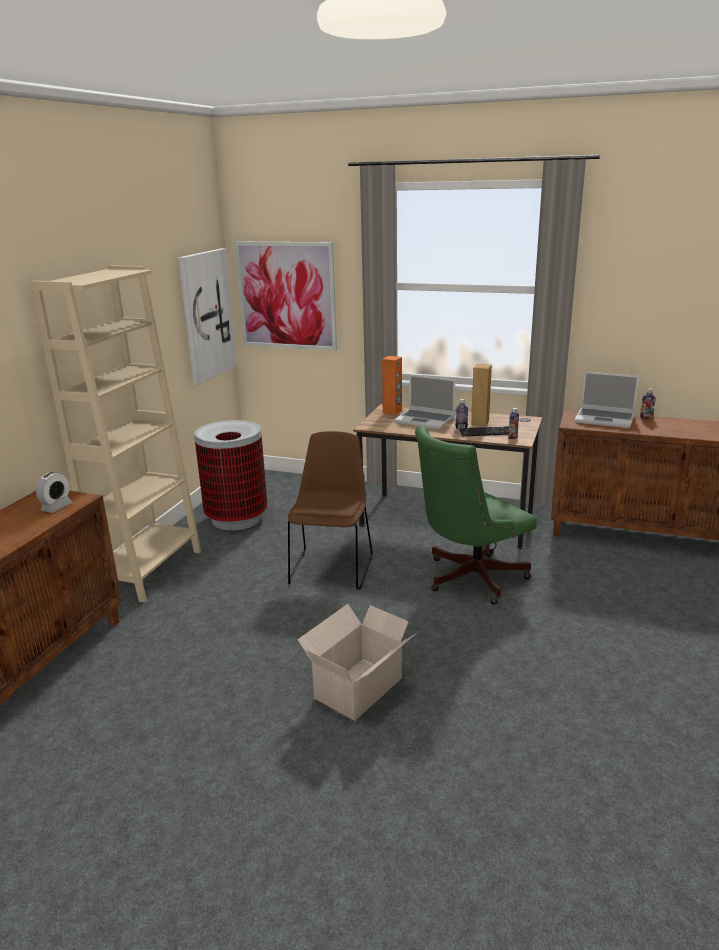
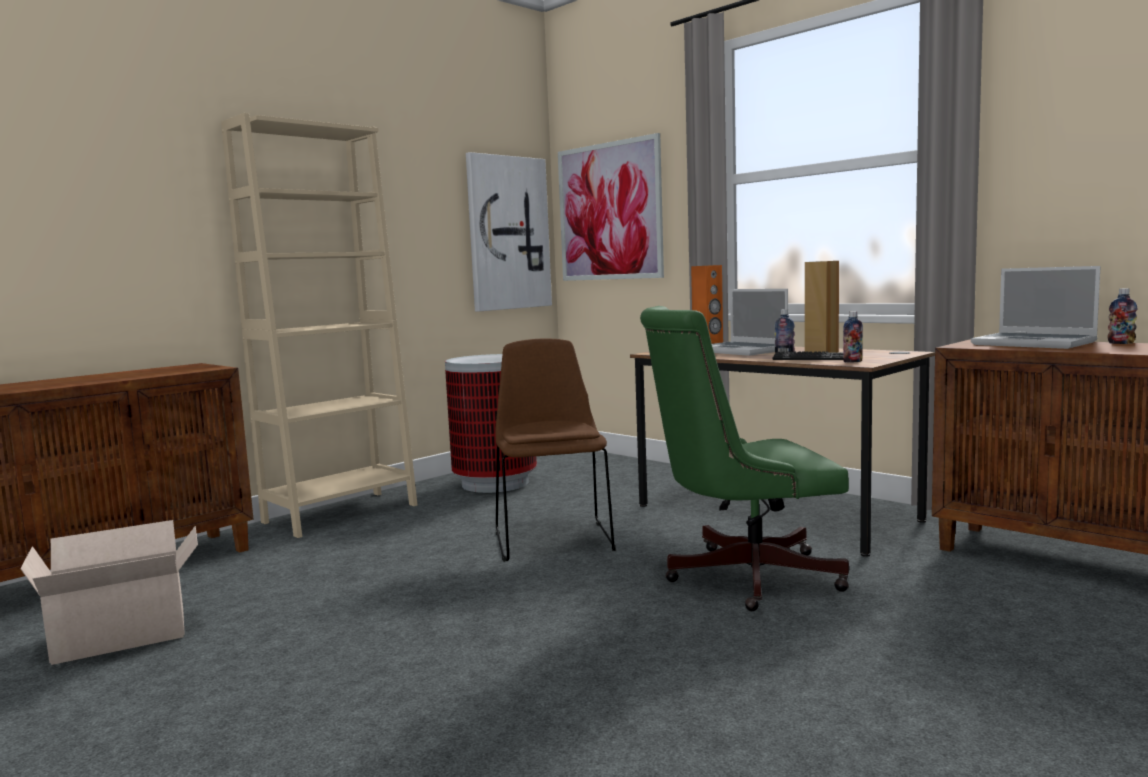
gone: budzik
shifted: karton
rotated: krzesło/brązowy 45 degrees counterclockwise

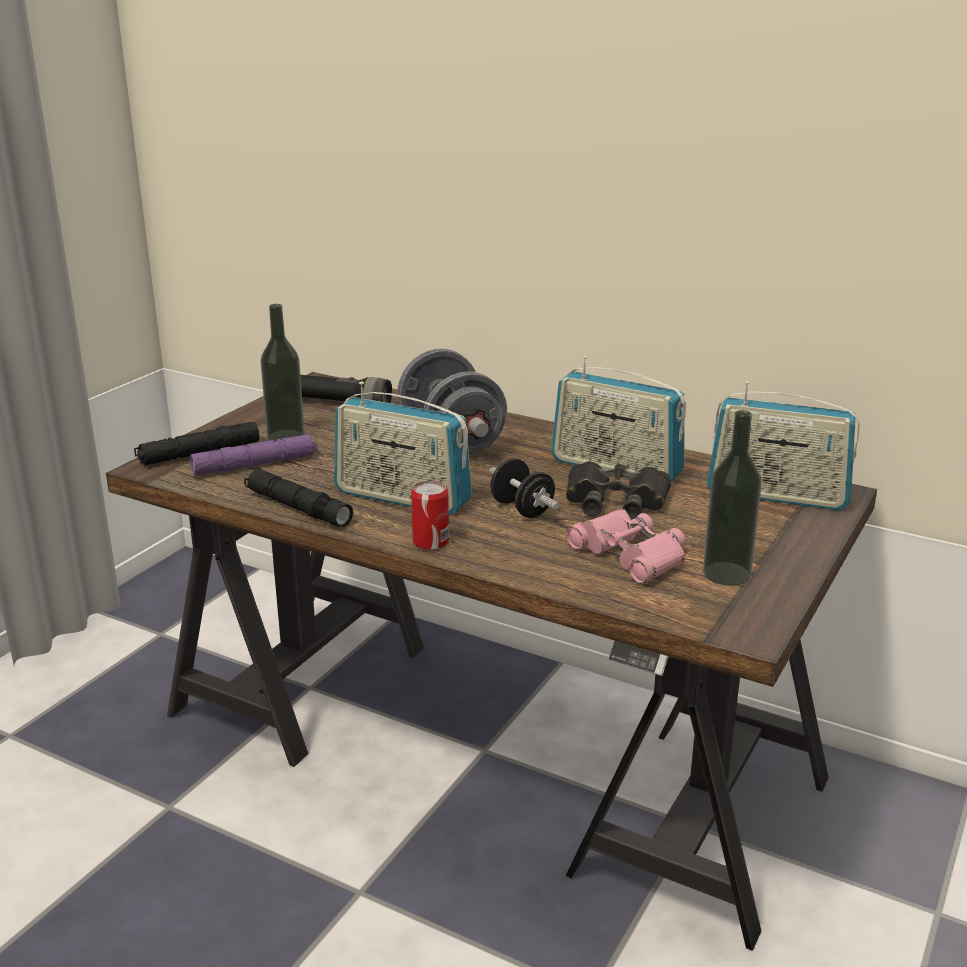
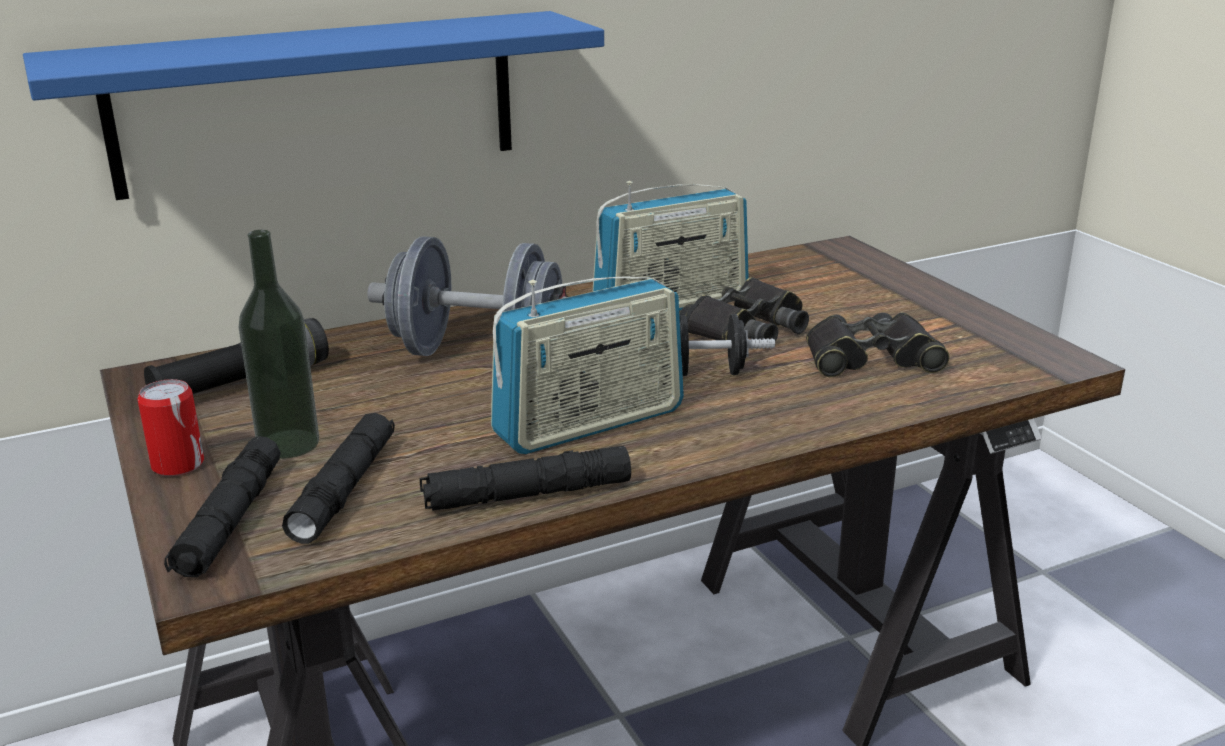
gone: butelka (no. 2 from left); radio (no. 3 from left)
new: półka/niebieski
shifted: puszka
repainted: latarka/fioletowy to latarka/czarny (no. 3 from left); lornetka/różowy to lornetka/czarny (no. 2 from left)

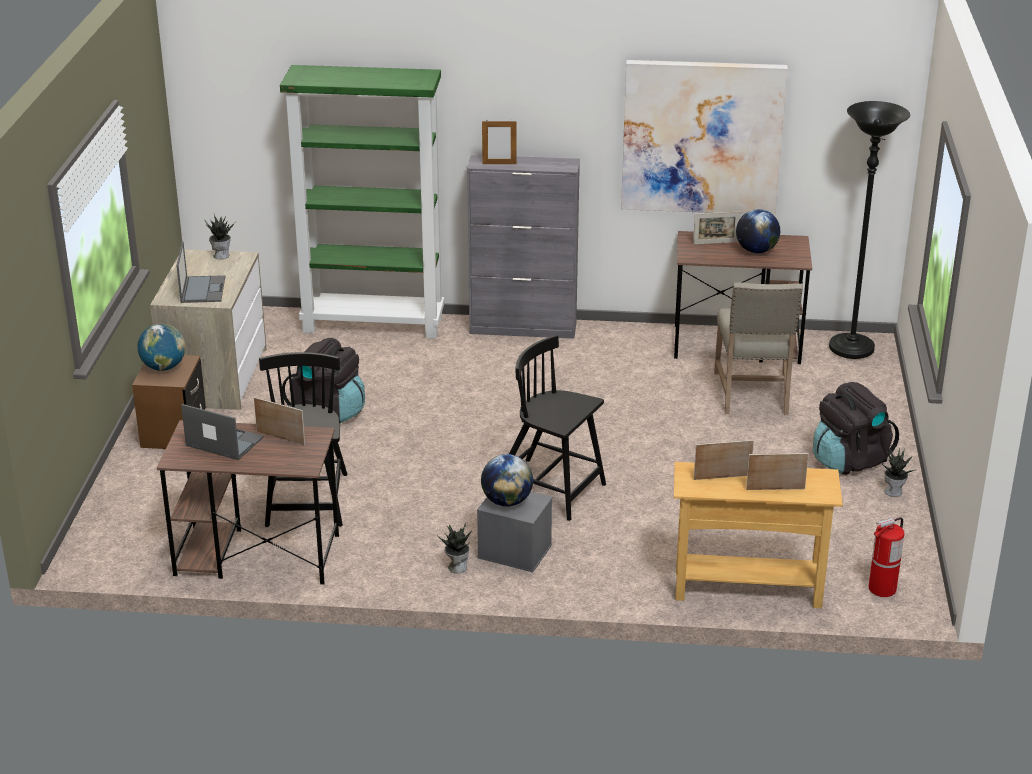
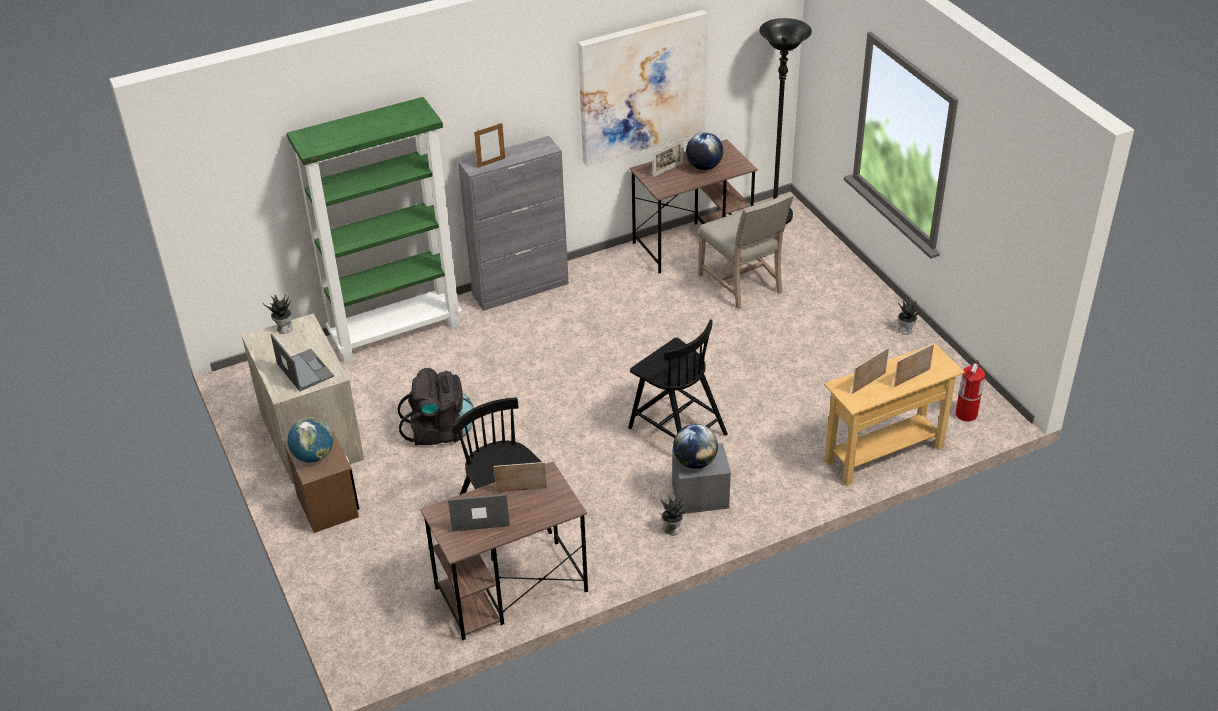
gone: plecak/czarny (no. 2 from left)
rotated: krzesło/czarny (no. 2 from left) 135 degrees counterclockwise

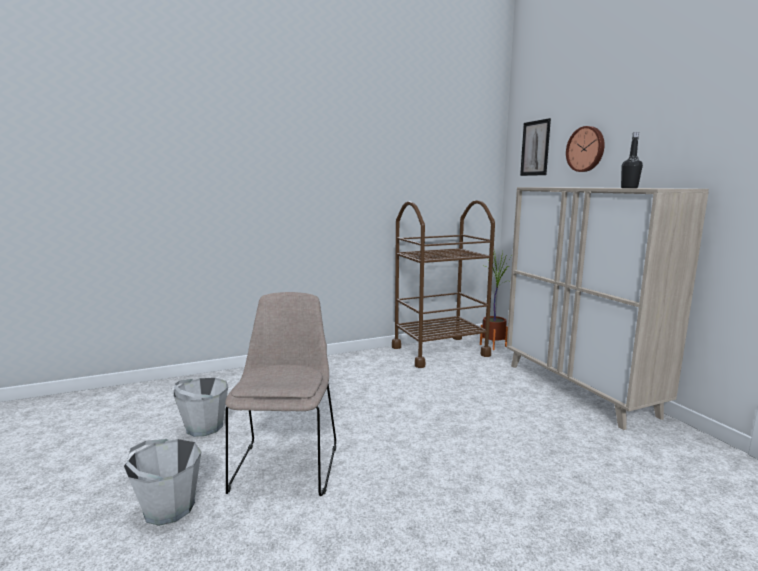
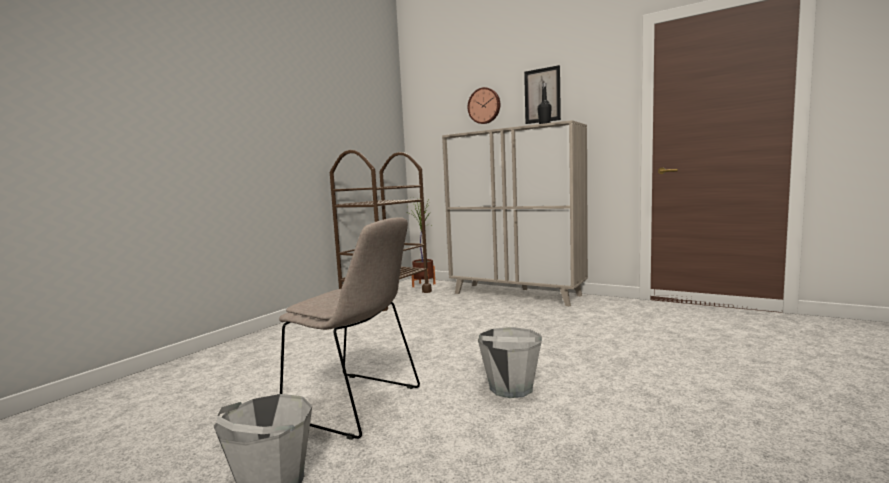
shifted: wiadro/szary (no. 2 from left); obraz
rotated: krzesło/beżowy 150 degrees clockwise

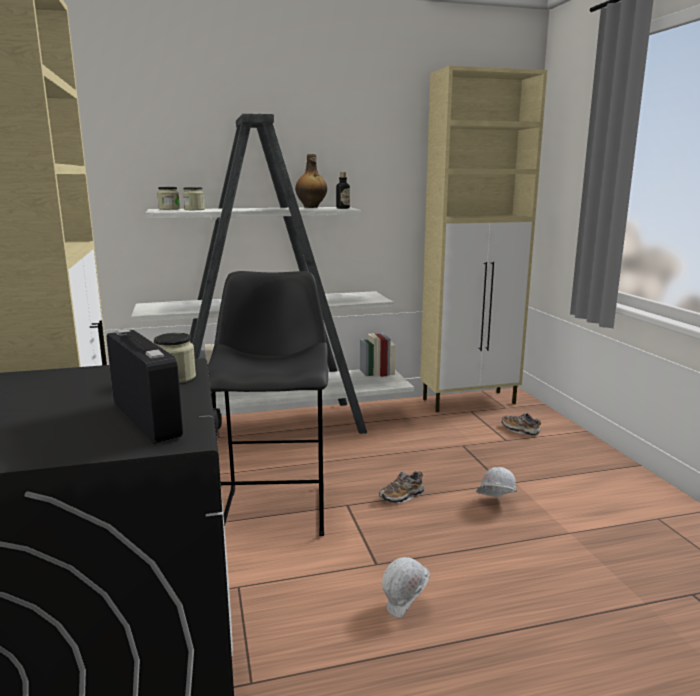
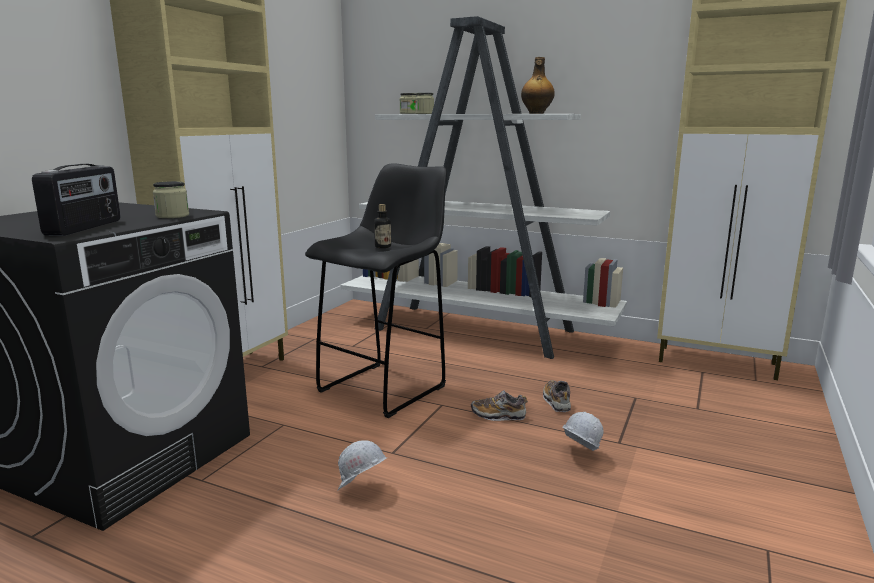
shifted: butelka (no. 2 from left in the first image) to butelka (no. 1 from left); but (no. 2 from left)

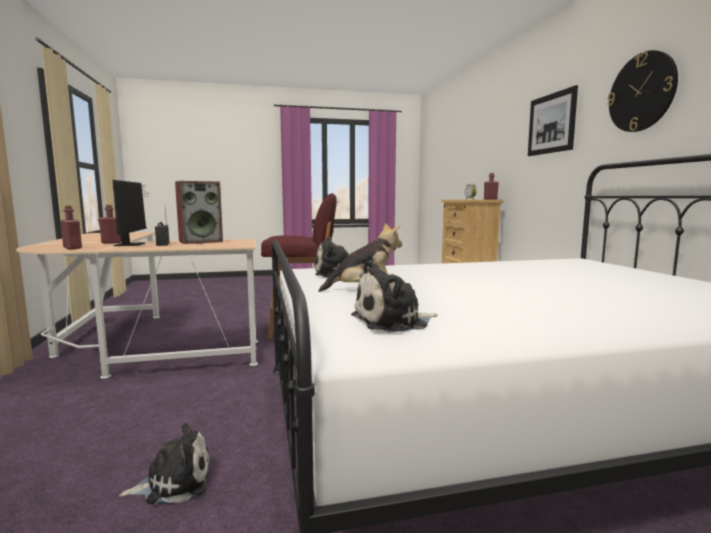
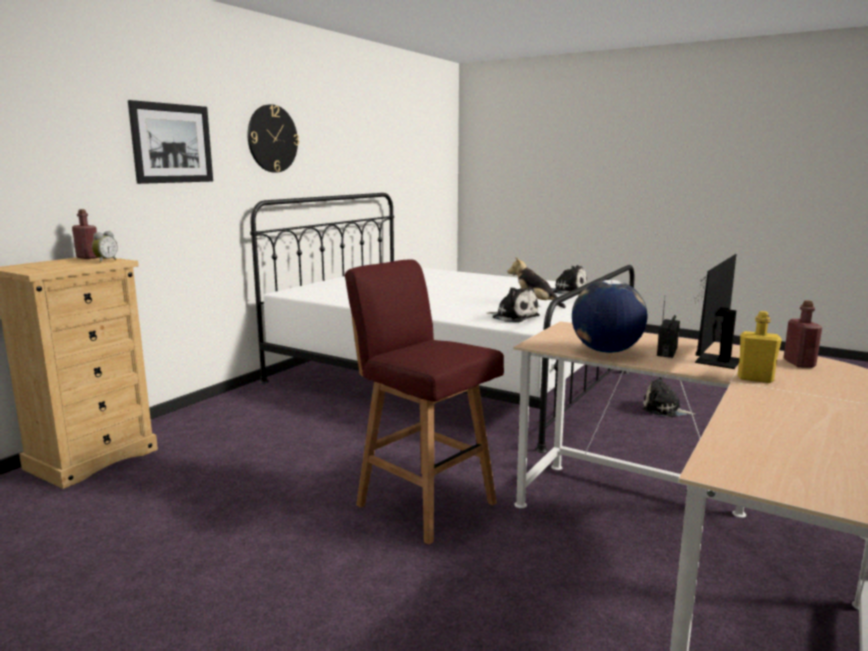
swapped: głośnik to globus
repainted: butelka/czerwony (no. 2 from left) to butelka/żółty

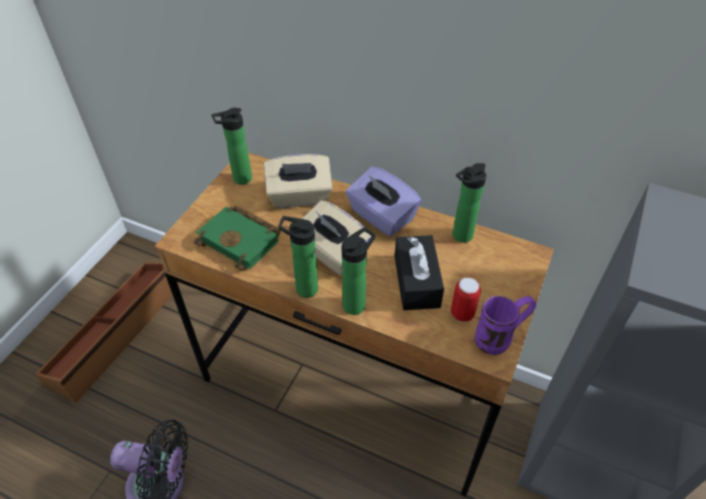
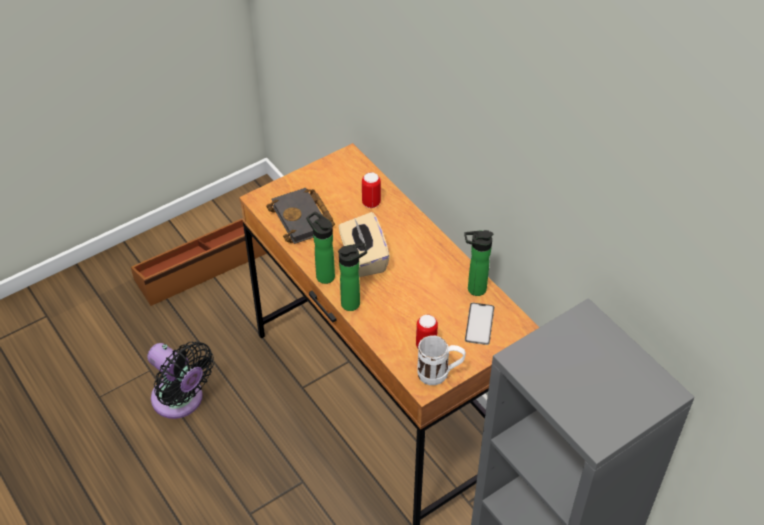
gone: butelka (no. 1 from left); pudełko chusteczek/fioletowy; pudełko chusteczek/czarny
new: telefon
swapped: pudełko chusteczek/beżowy (no. 1 from left) to puszka (no. 1 from left)
repainted: książka/zielony to książka/czarny; kubek/fioletowy to kubek/biały

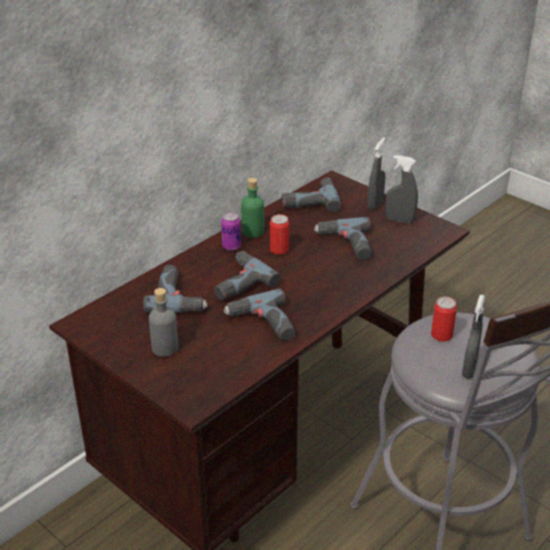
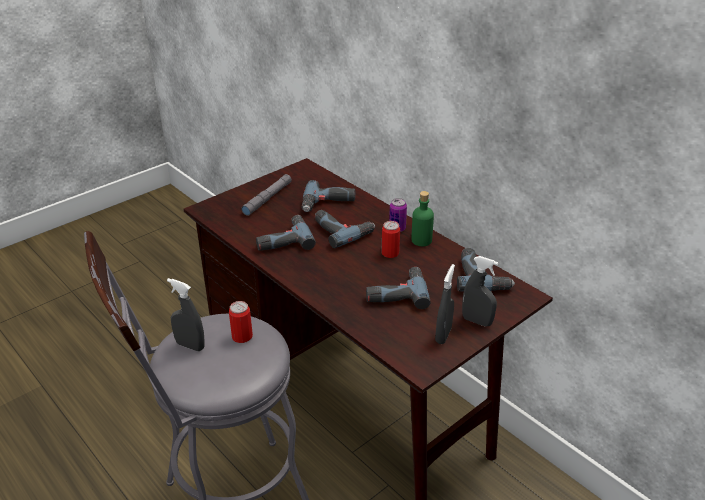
swapped: butelka/szary to latarka/szary

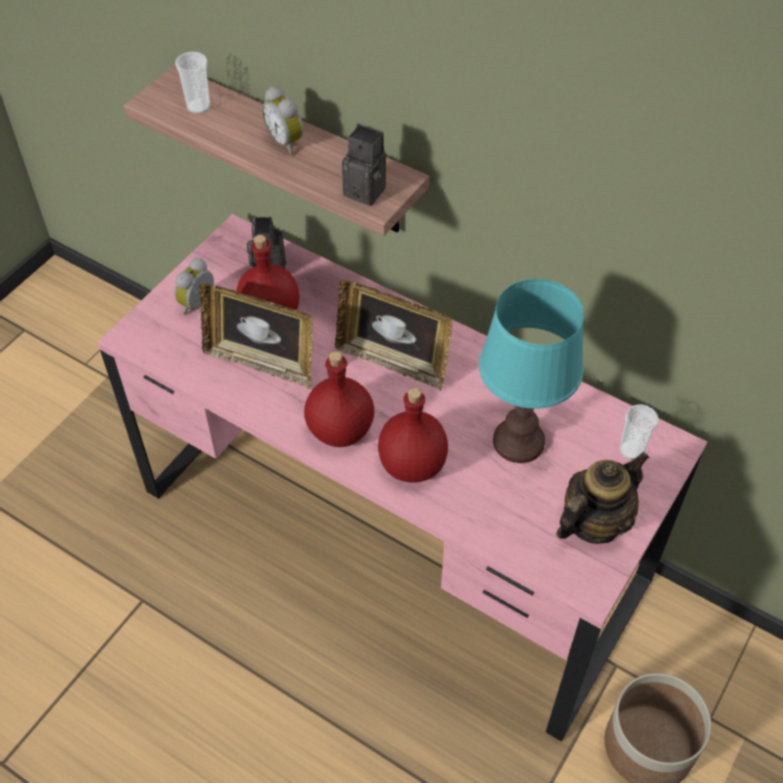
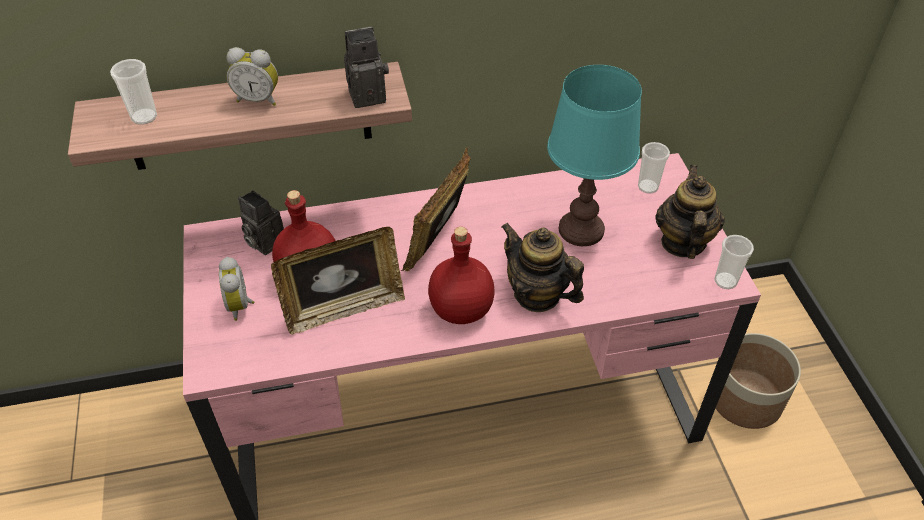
new: filiżanka (no. 3 from left)
swapped: butelka/czerwony (no. 3 from left) to imbryk (no. 1 from left)
rotated: ramka na zdjęcie (no. 2 from left) 135 degrees clockwise

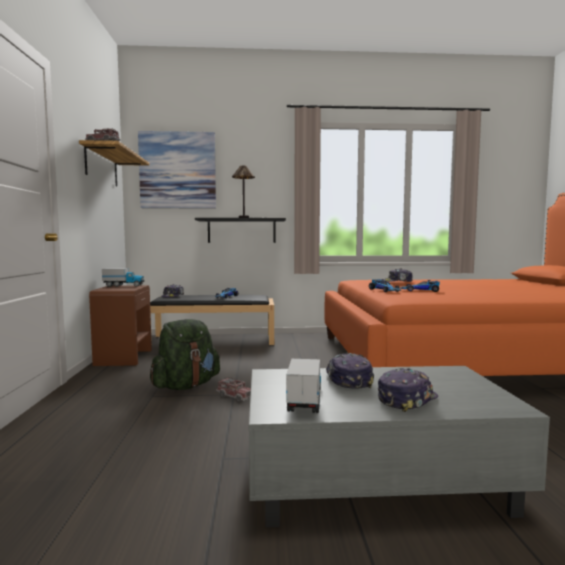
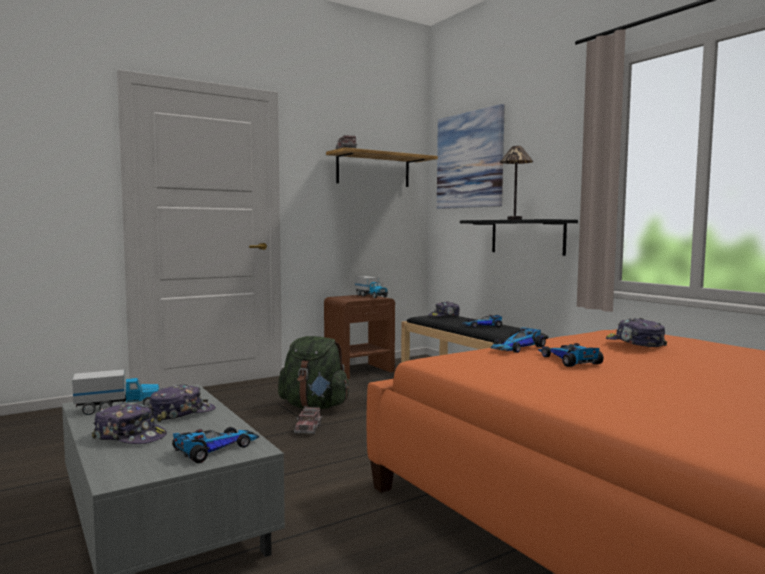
new: samochodzik (no. 1 from left)

